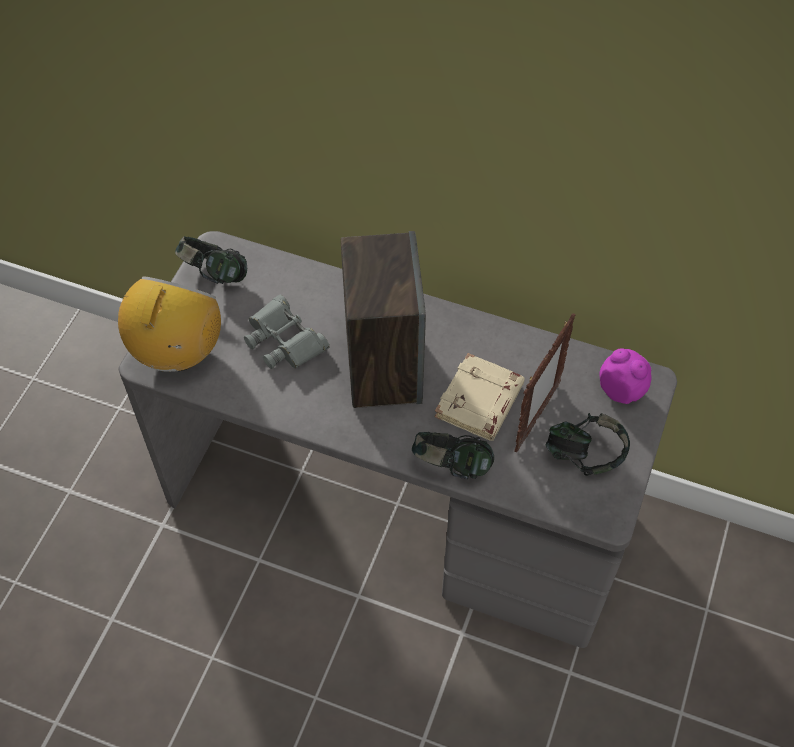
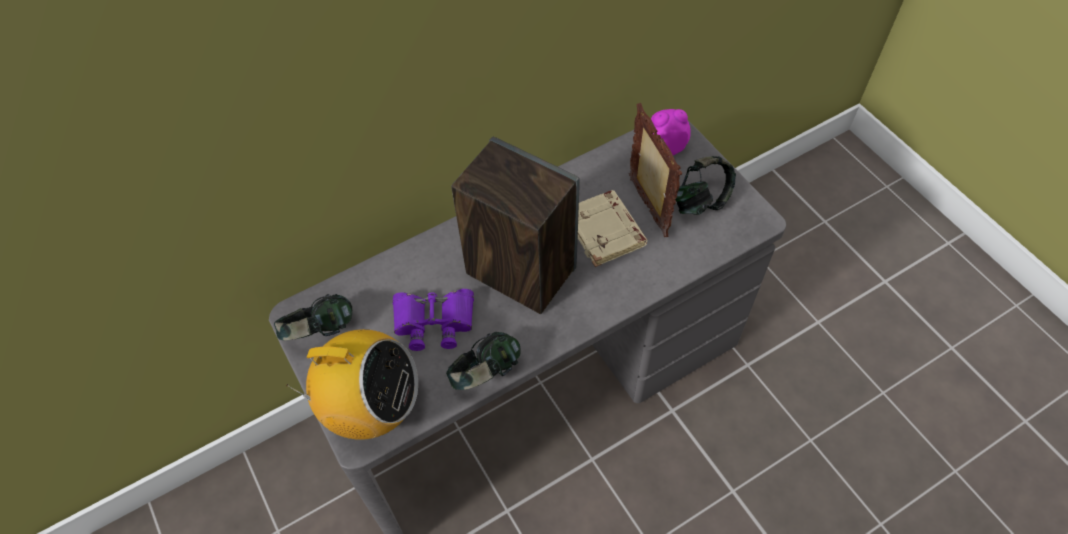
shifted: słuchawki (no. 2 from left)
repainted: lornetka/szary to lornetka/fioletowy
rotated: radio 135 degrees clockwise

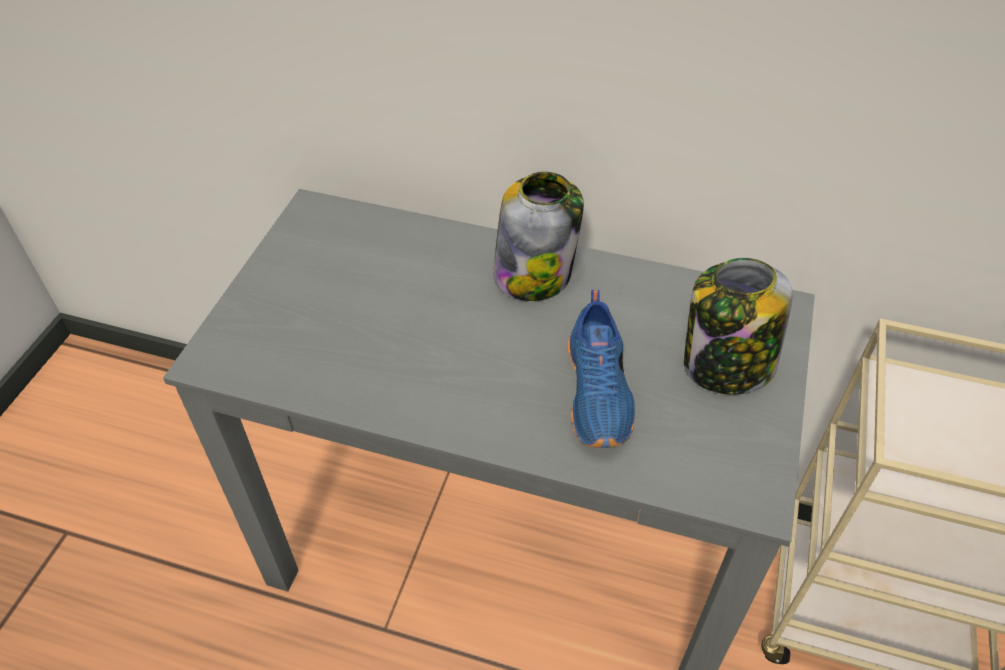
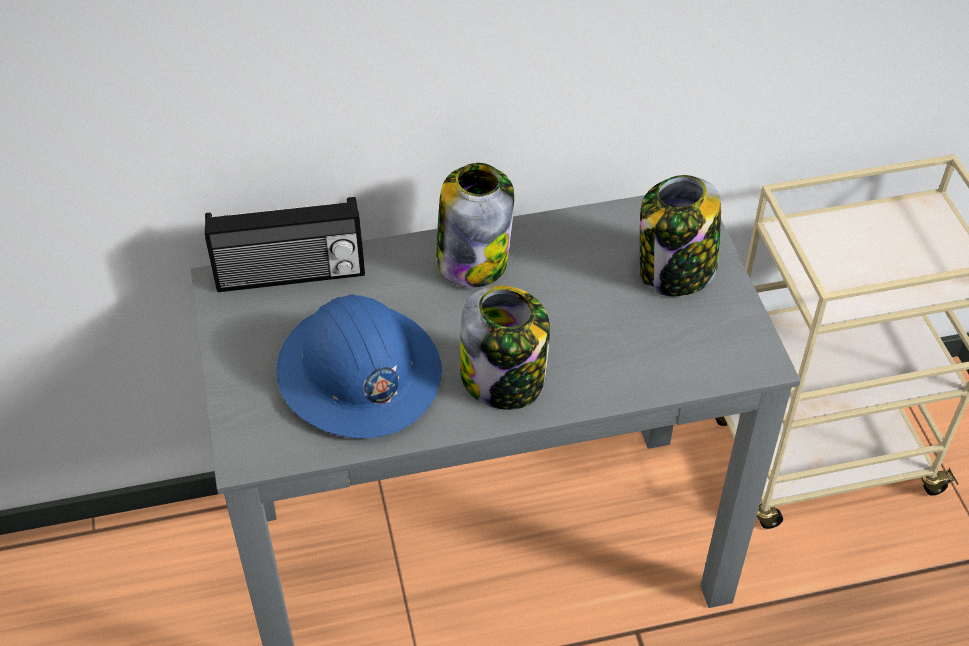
gone: but/niebieski
new: radio; kask/niebieski; słoik (no. 2 from left)

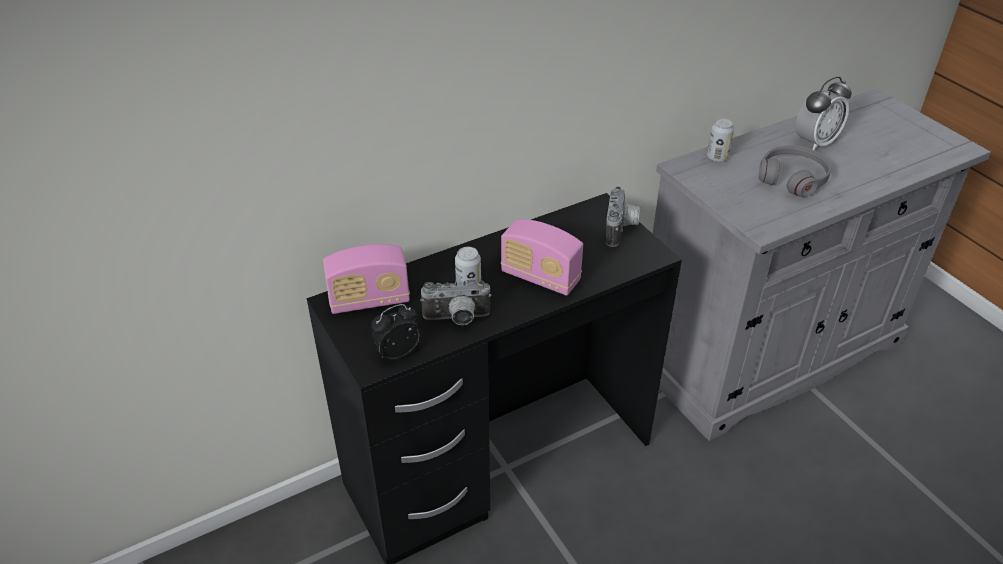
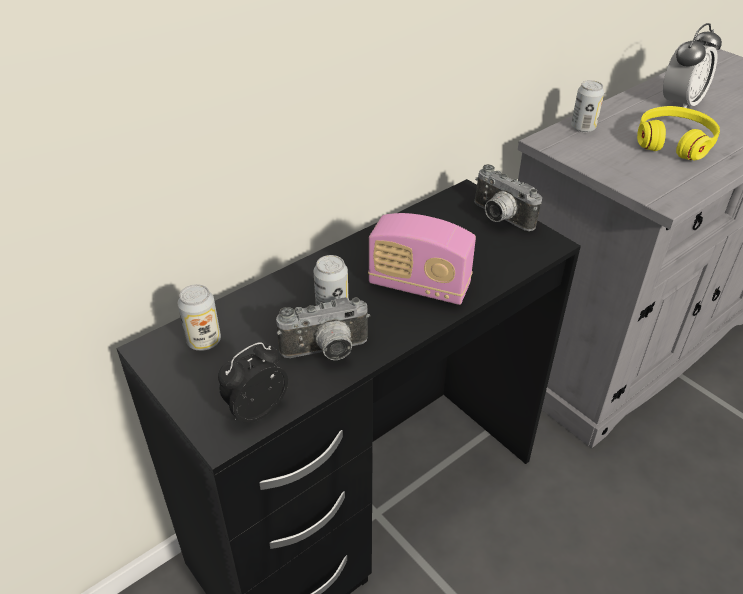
swapped: radio (no. 1 from left) to puszka (no. 1 from left)
repainted: słuchawki/szary to słuchawki/żółty
rotated: aparat fotograficzny (no. 2 from left) 135 degrees clockwise

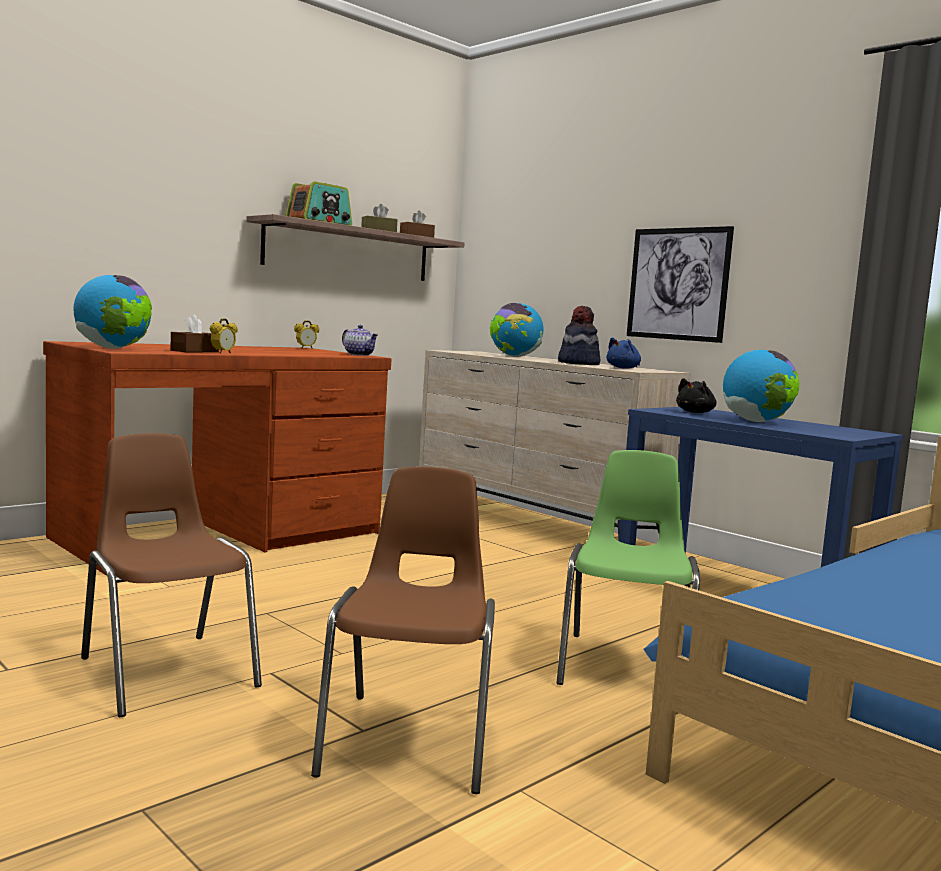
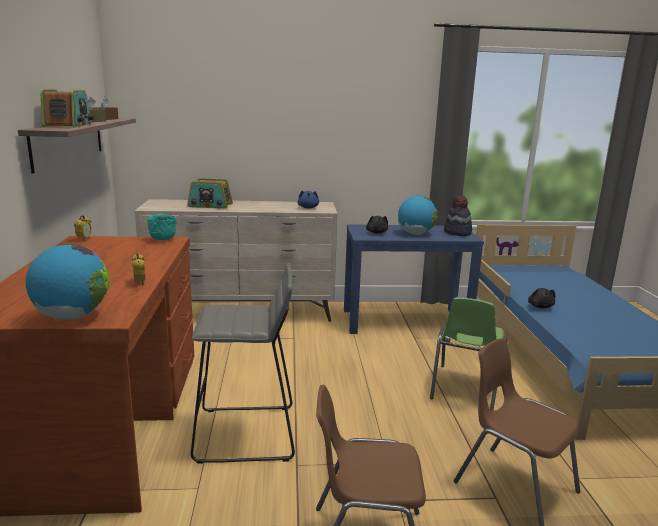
gone: pudełko chusteczek/brązowy (no. 1 from left); obraz
new: stołek/szary; pluszak/czarny (no. 2 from left)
shifted: kapelusz
swapped: imbryk to miska/turkusowy; globus (no. 2 from left) to radio (no. 2 from left)
rotated: krzesło/zielony 120 degrees counterclockwise

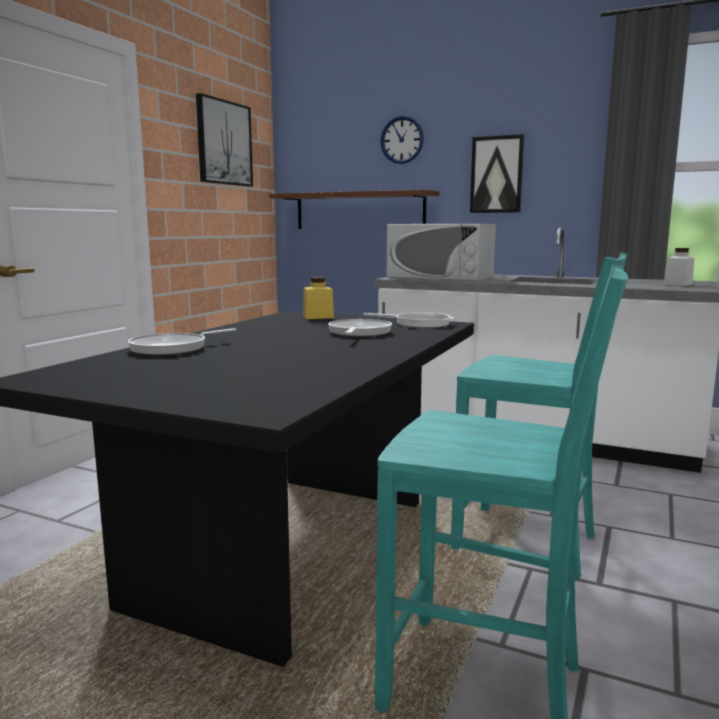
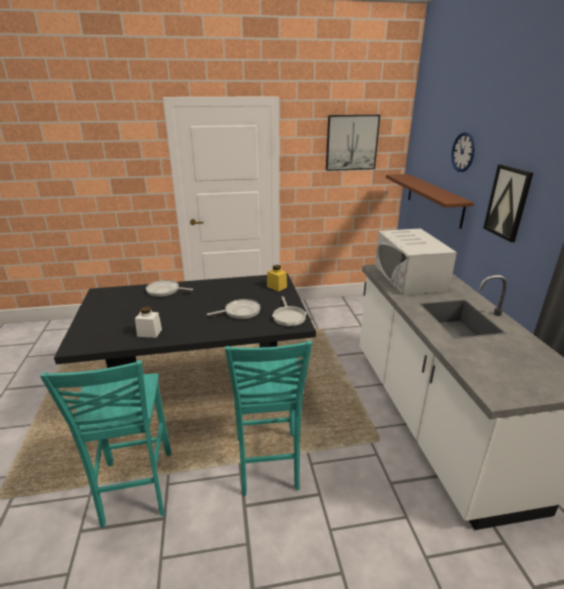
shifted: słoik/biały

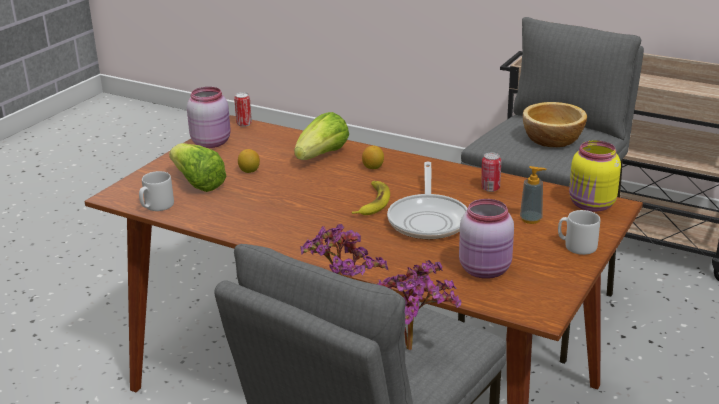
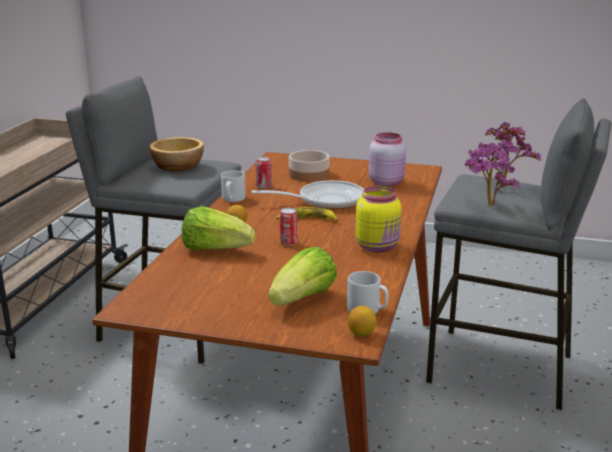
gone: słoik/różowy (no. 1 from left)
shifted: puszka (no. 1 from left in the first image) to puszka (no. 2 from left); cytryna (no. 1 from left in the first image) to cytryna (no. 2 from left); kubek/szary (no. 2 from left in the first image) to kubek/szary (no. 1 from left); słoik/żółty
swapped: dozownik mydła to miska (no. 2 from left)

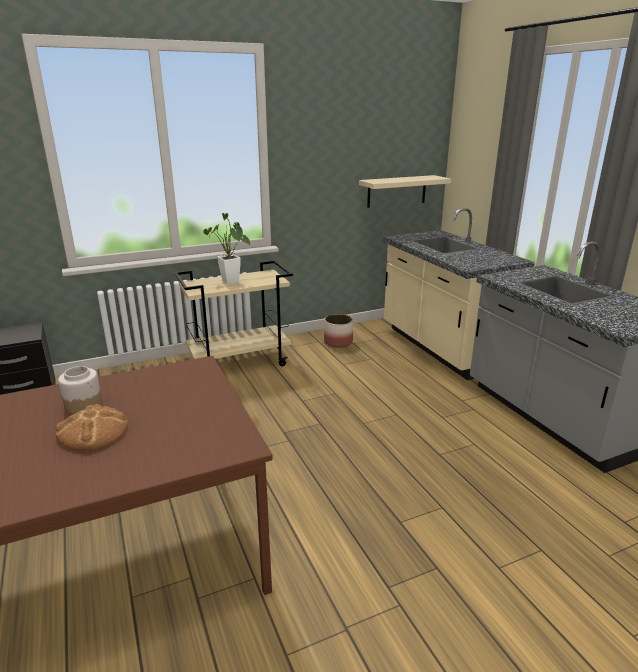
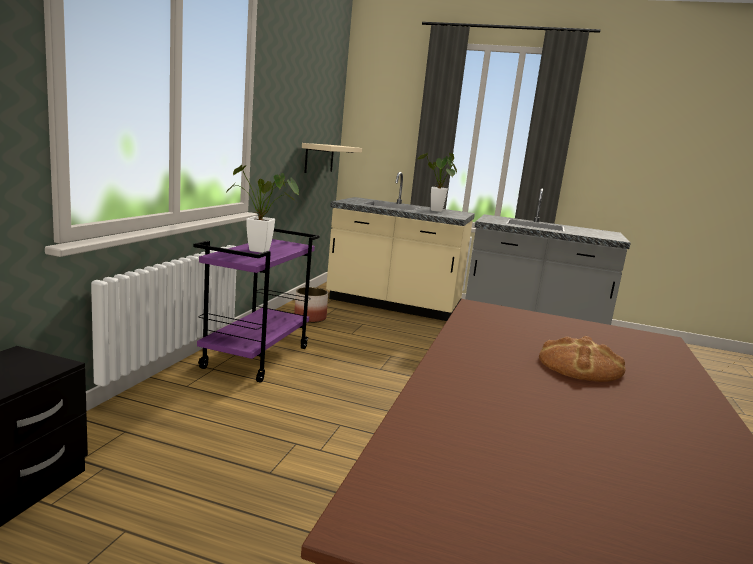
gone: słoik
new: roślina doniczkowa (no. 2 from left)
repainted: wózek/beżowy to wózek/fioletowy

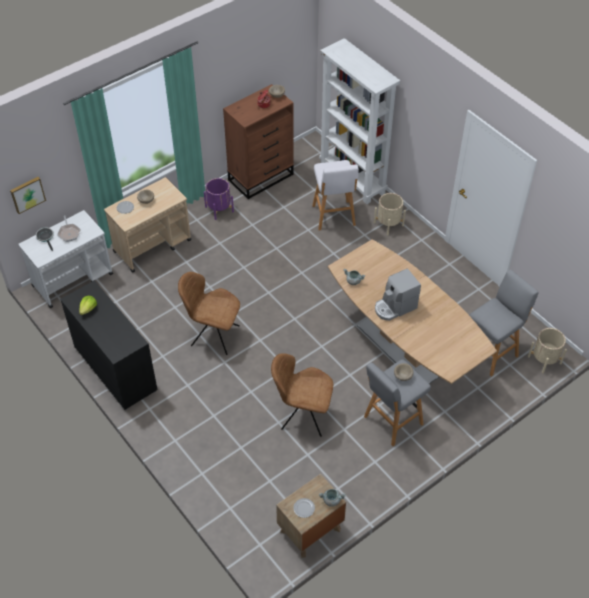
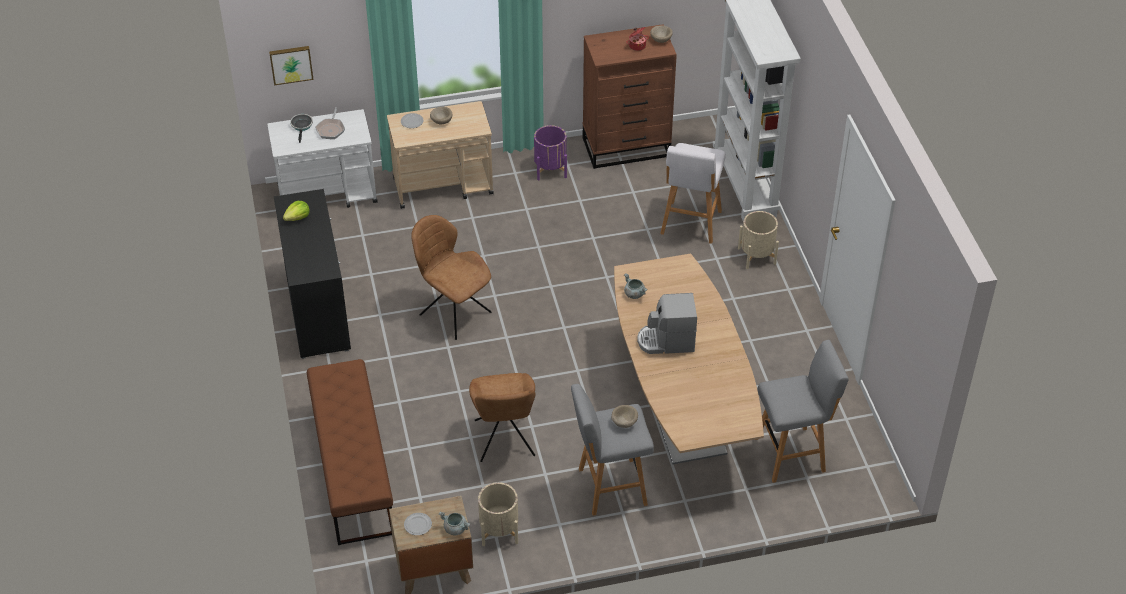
new: ławka/brązowy
shifted: donica/beżowy (no. 2 from left in the first image) to donica/beżowy (no. 1 from left)
rotated: krzesło/brązowy (no. 2 from left) 135 degrees counterclockwise

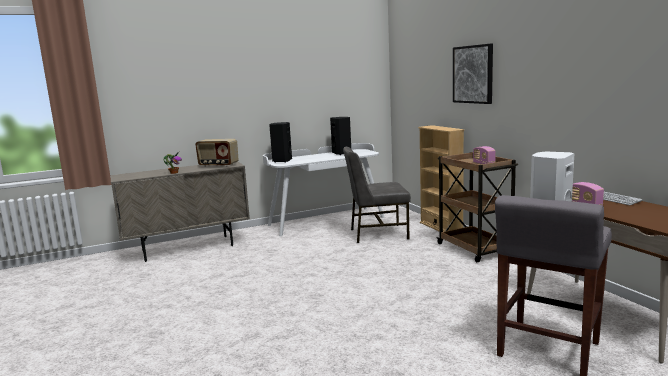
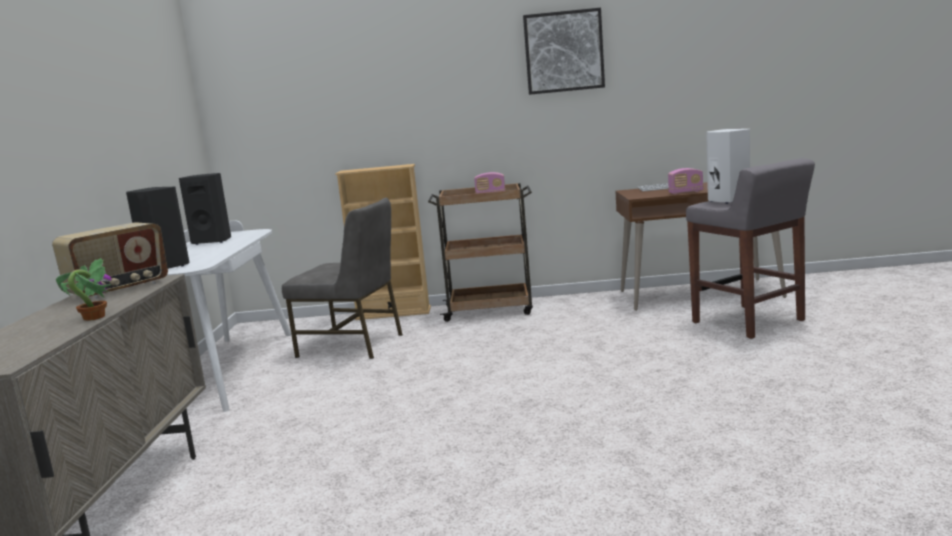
shifted: obraz
rotated: krzesło/szary 90 degrees counterclockwise

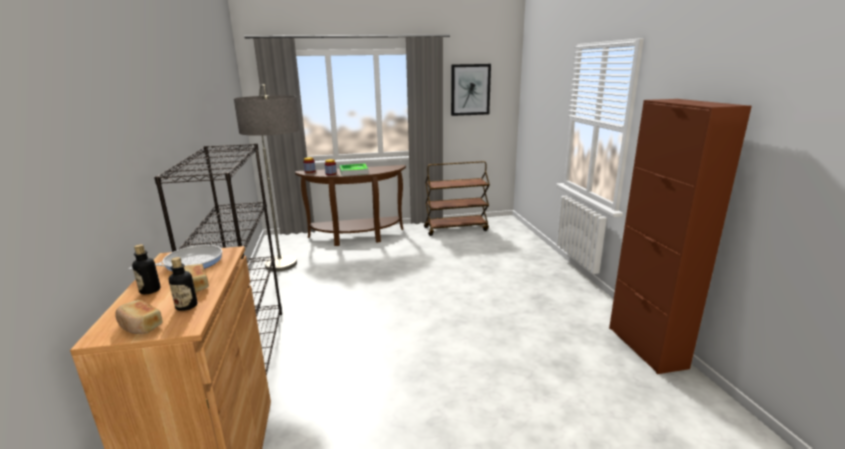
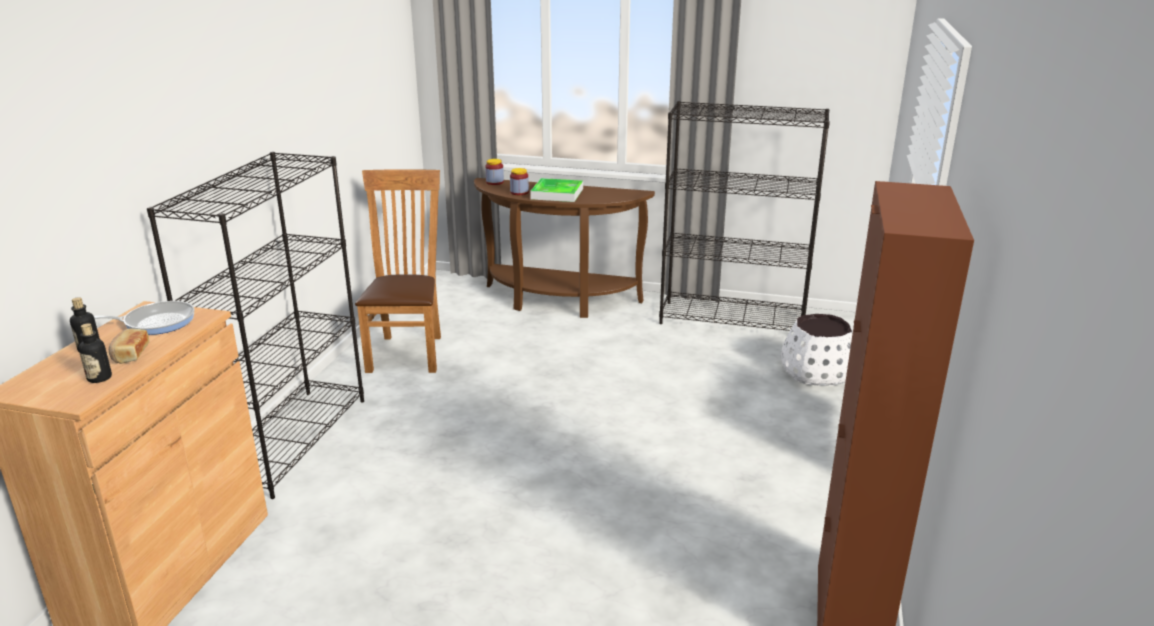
gone: chleb (no. 1 from left); obraz
new: donica/biały
swapped: lampa stojąca to krzesło/brązowy; wózek/brązowy to regał/czarny (no. 2 from left)

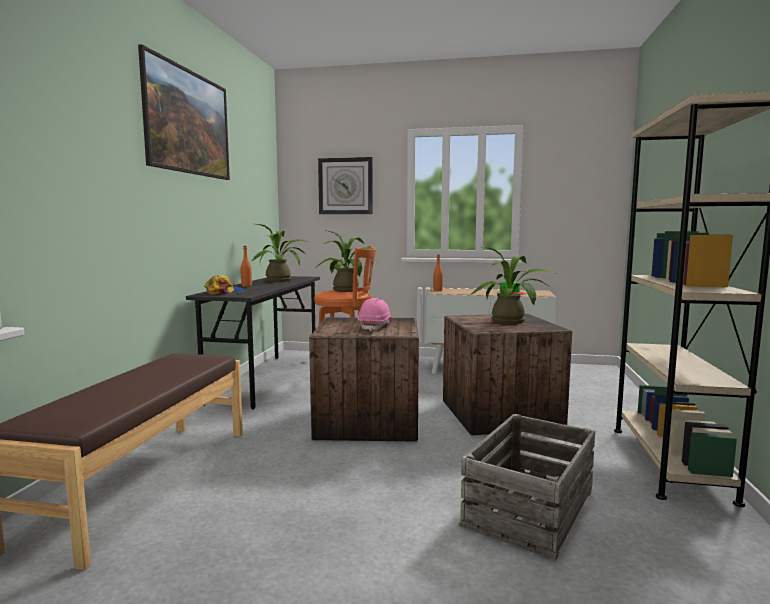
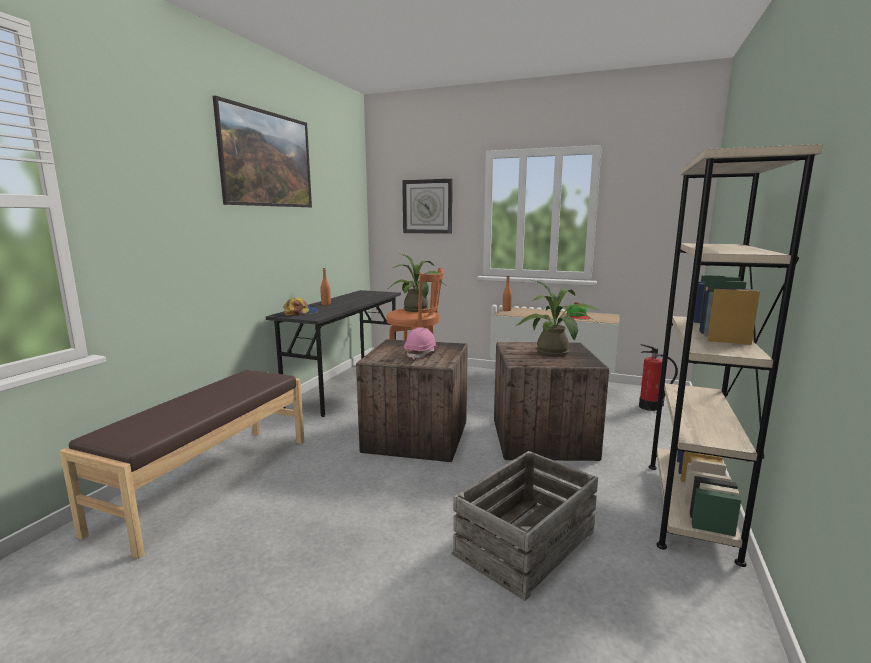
gone: roślina doniczkowa (no. 1 from left)
new: gaśnica

